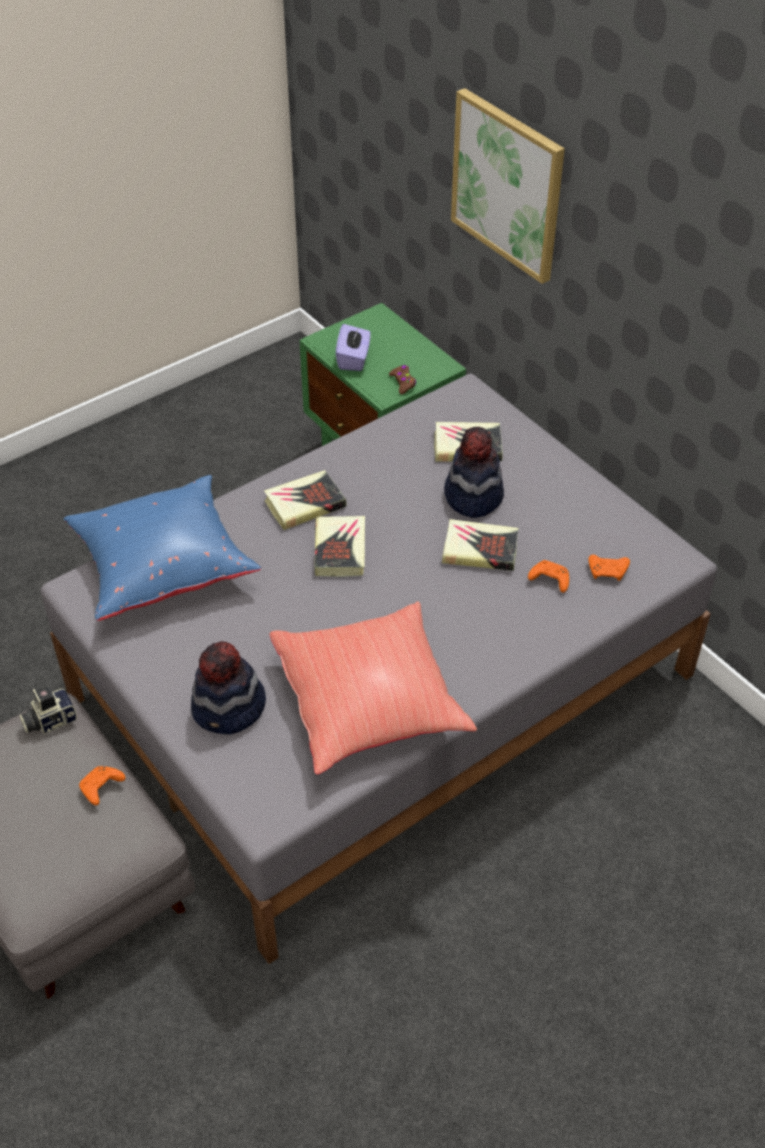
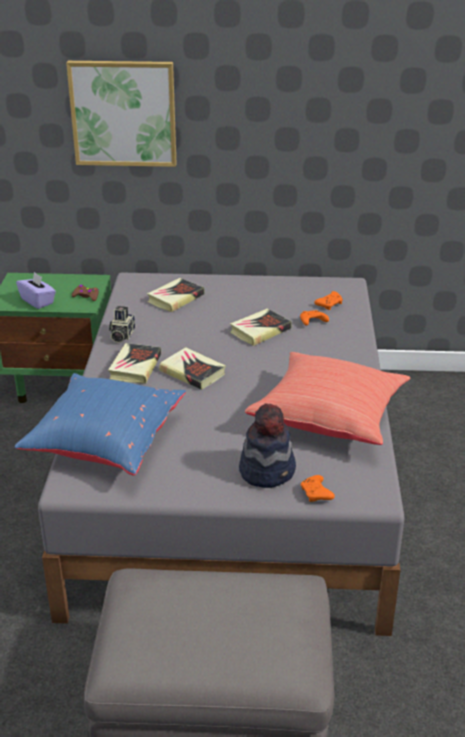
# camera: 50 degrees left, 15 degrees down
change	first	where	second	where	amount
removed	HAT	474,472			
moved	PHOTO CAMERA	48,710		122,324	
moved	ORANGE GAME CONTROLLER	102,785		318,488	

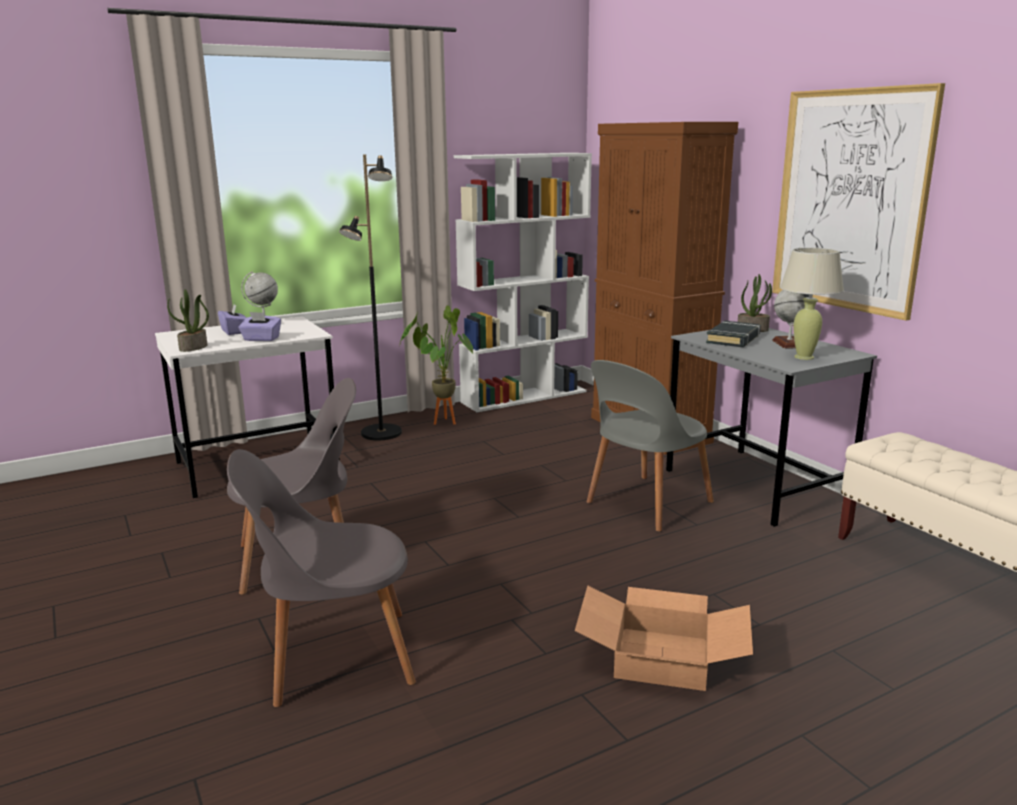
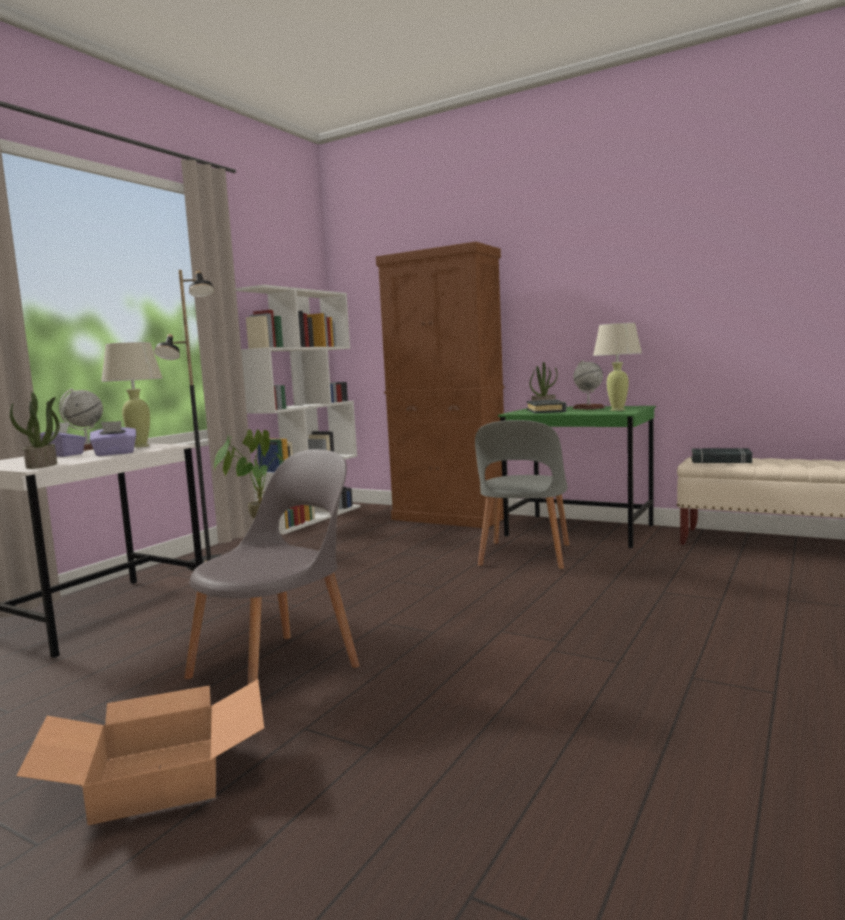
# camera: 30 degrees left, 10 degrees down
change	first	where	second	where	amount
removed	PICTURE	858,201			
recoloured	GREY DESK	771,427	GREEN DESK	577,477	
removed	GREY CHAIR	321,578			
moved	CARDBOARD BOX	664,638		140,752	
added			BEIGE TABLE LAMP	131,395	
added			BLACK BOOK	721,456	

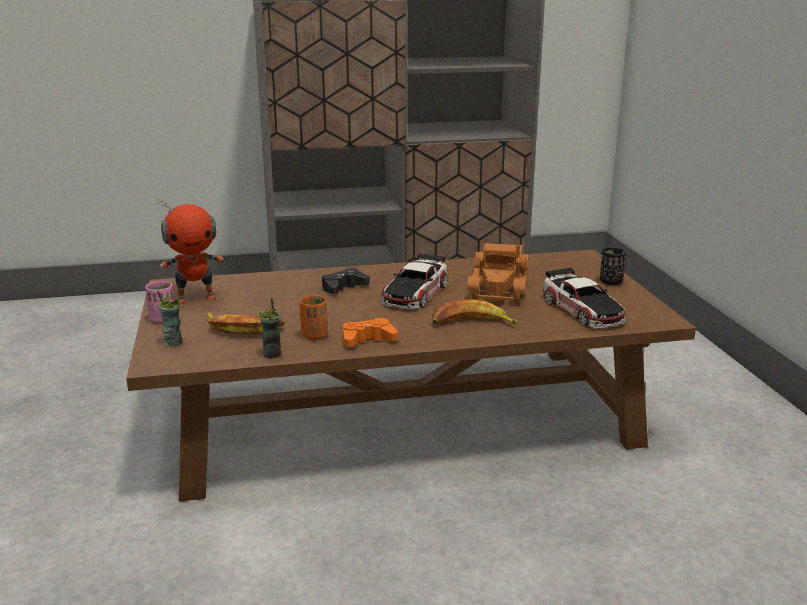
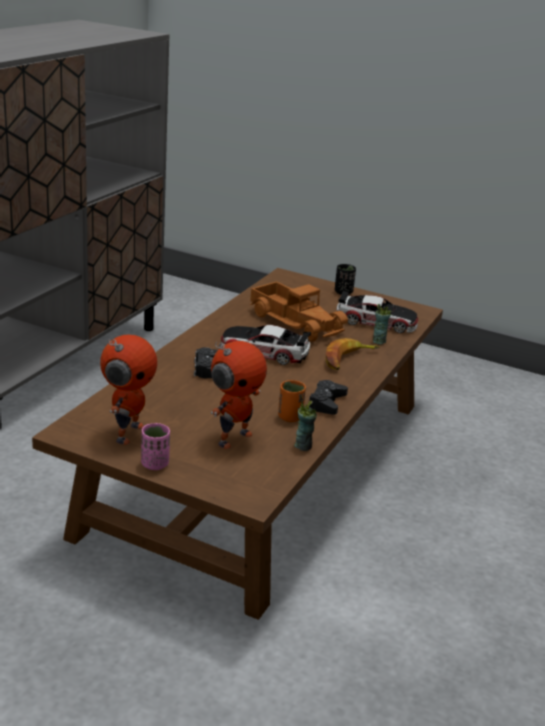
# camera: 55 degrees left, 5 degrees up
change	first	where	second	where	amount
turned	TOY CAR	414,281		265,345	135 degrees clockwise
moved	CUP	169,319		382,324	
replaced	BANANA	246,323	TOY ROBOT	239,395	
recoloured	ORANGE GAME CONTROLLER	370,332	BLACK GAME CONTROLLER	328,397	

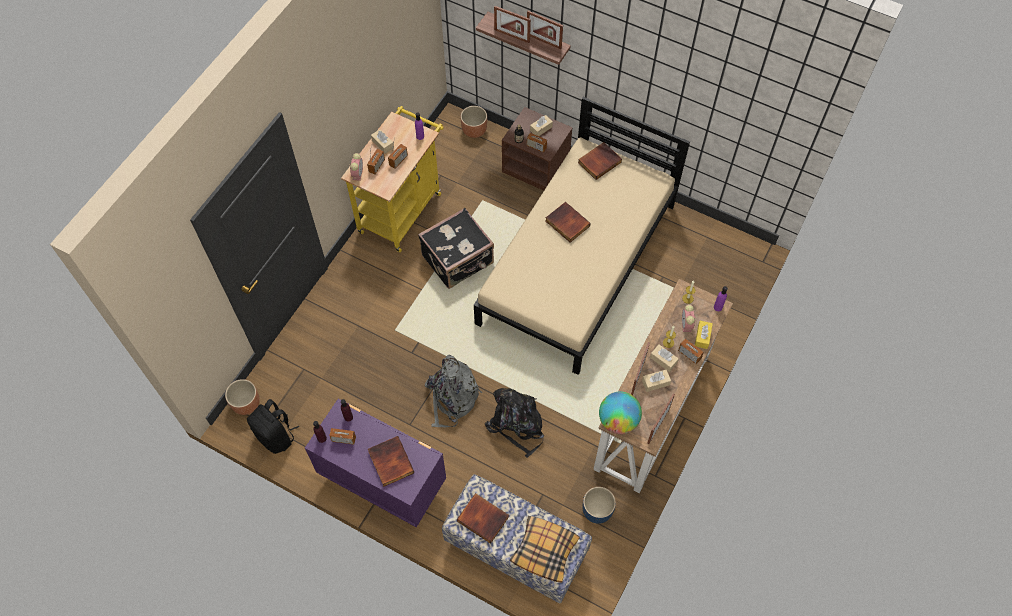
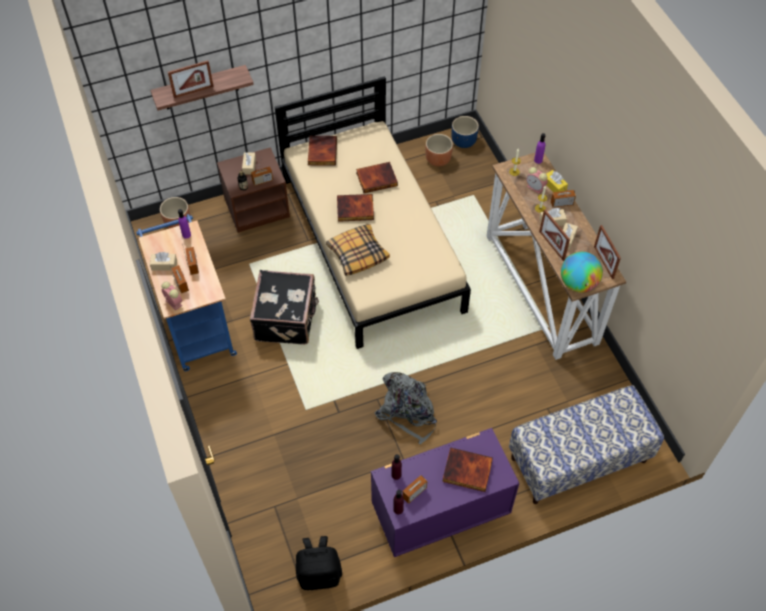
# camera: 50 degrees left, 5 degrees down
change	first	where	second	where	amount
removed	PICTURE FRAME	545,30			
recoloured	YELLOW CART	392,179	BLUE CART	186,292	
moved	BROWN PLANTER	242,397		439,150	
removed	BLACK BACKPACK	514,423			
moved	BLUE PLANTER	599,505		465,132	
moved	BOOK	483,518		377,177	
moved	PILLOW	545,549		358,250	

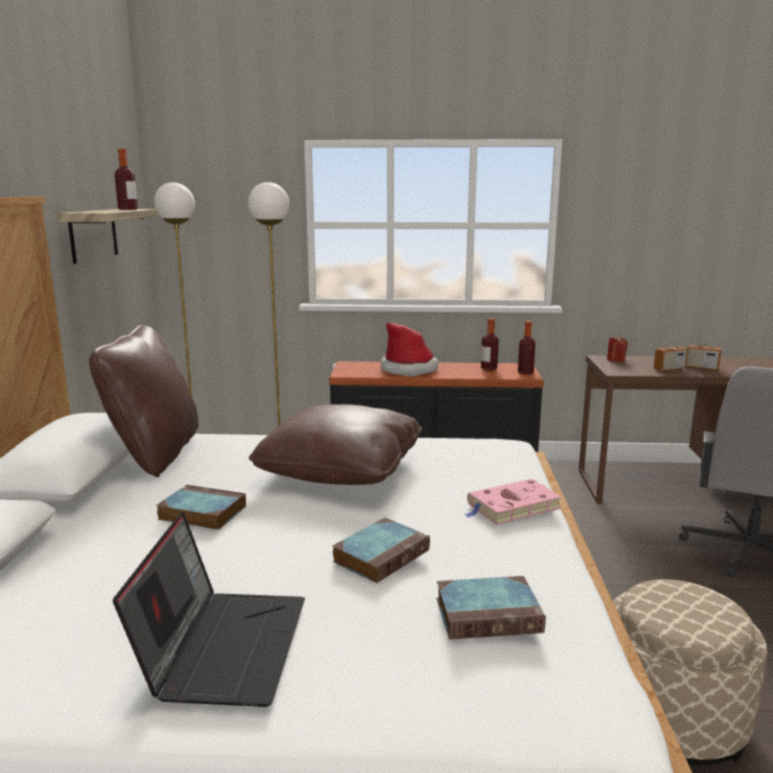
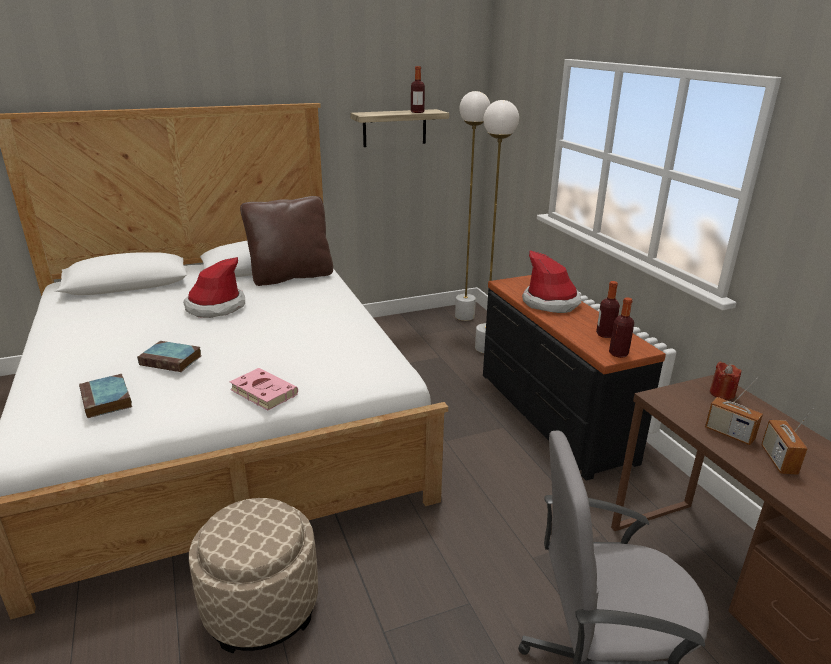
# camera: 65 degrees right, 10 degrees up
change	first	where	second	where	amount
removed	BROWN PILLOW	335,444			
replaced	BOOK	201,507	HAT	214,287	
removed	LAPTOP	209,609			

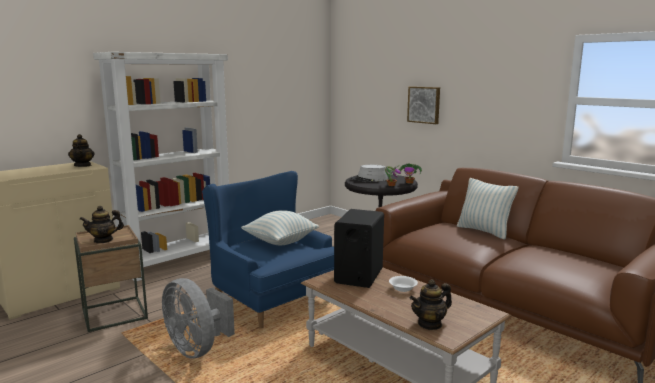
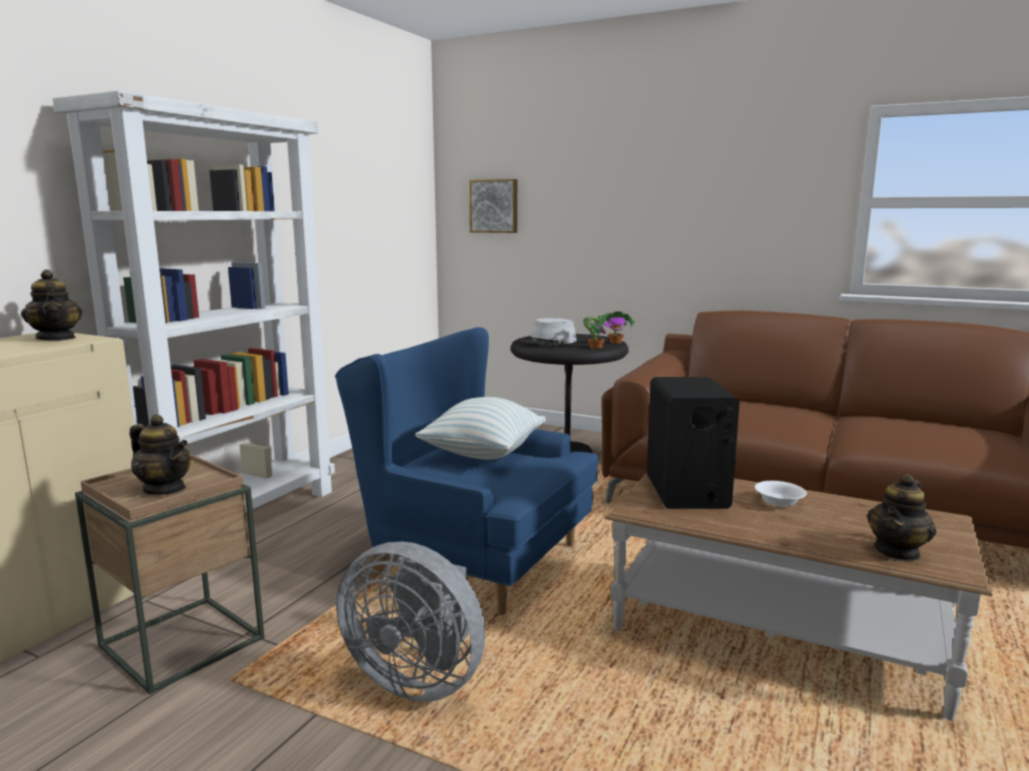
# camera: 20 degrees left, 0 degrees up
change	first	where	second	where	amount
moved	PICTURE	423,105		493,206	
removed	PILLOW	487,208			
turned	TEAPOT	102,224		160,455	105 degrees counterclockwise

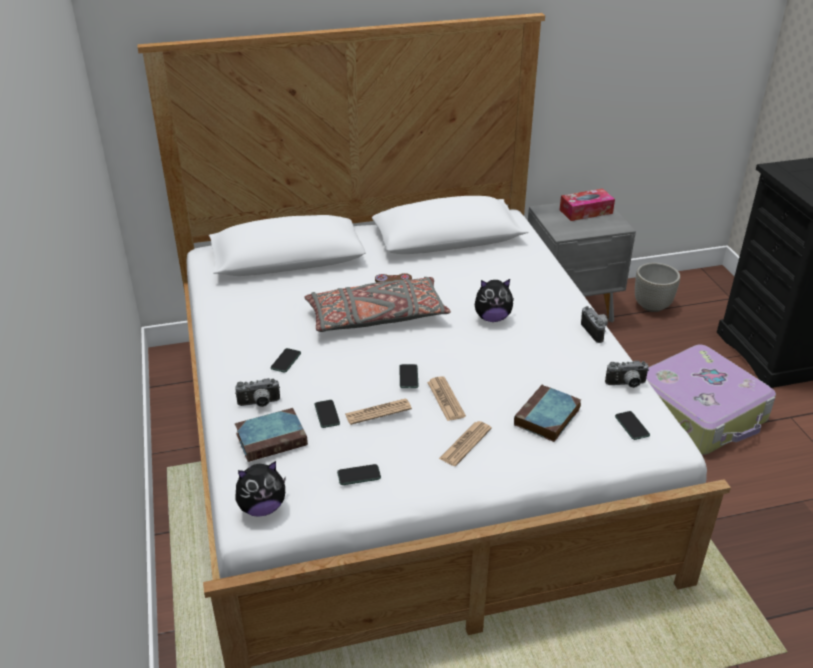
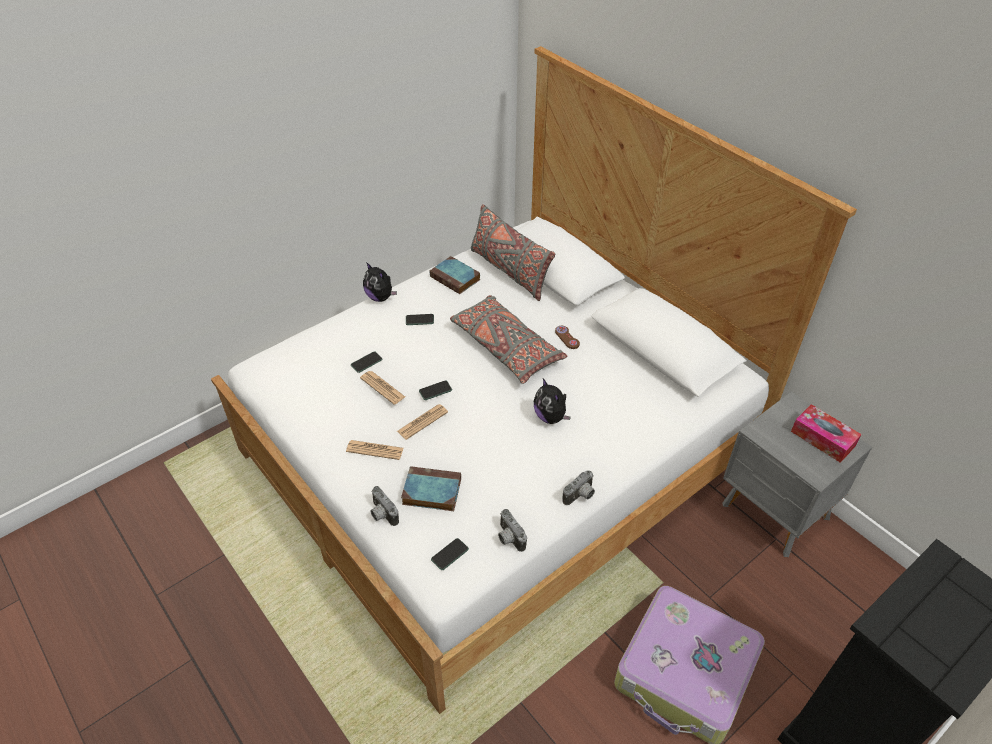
# camera: 65 degrees right, 10 degrees up
change	first	where	second	where	amount
removed	GREY PLANTER	657,287			
moved	PHOTO CAMERA	257,392		385,506	
moved	BOOK	271,435		454,275	
moved	PLUSH TOY	260,489		380,282	
removed	PHONE	359,474			
added			GREY PILLOW	513,252	

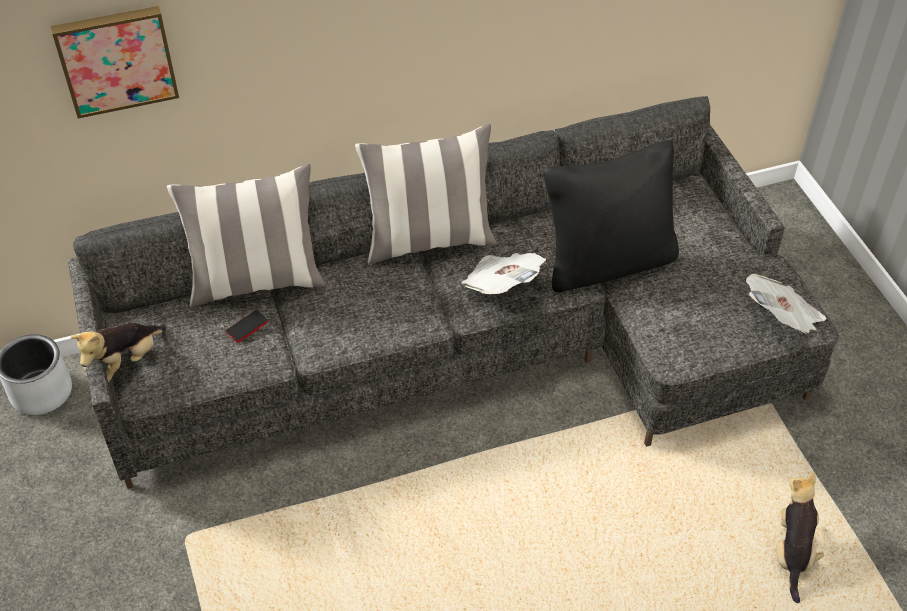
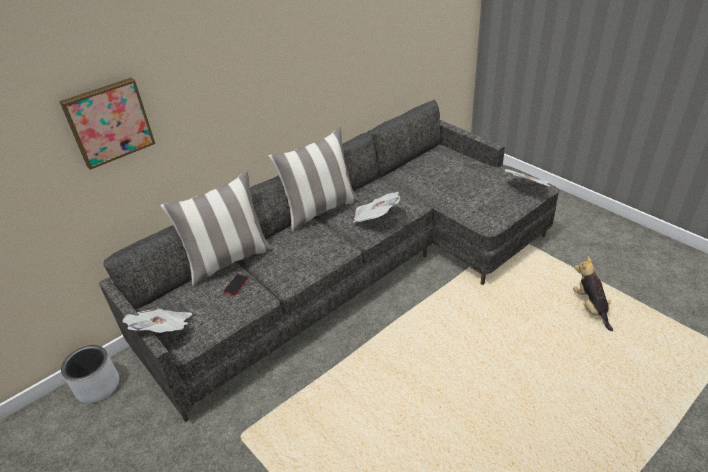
# camera: 20 degrees left, 10 degrees down
change	first	where	second	where	amount
removed	BLACK PILLOW	611,216			
replaced	PLUSH TOY	118,352	NEWSPAPER	157,320	

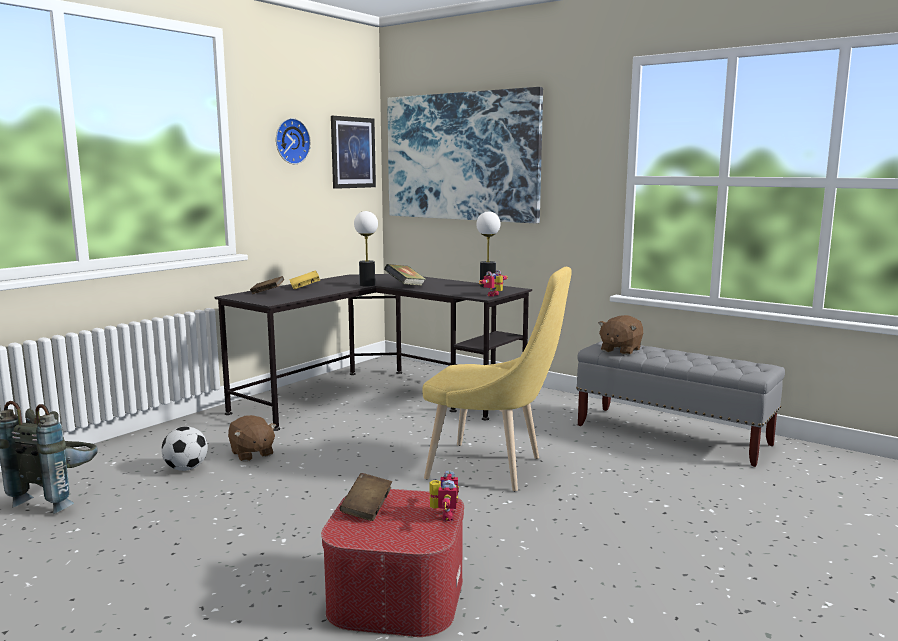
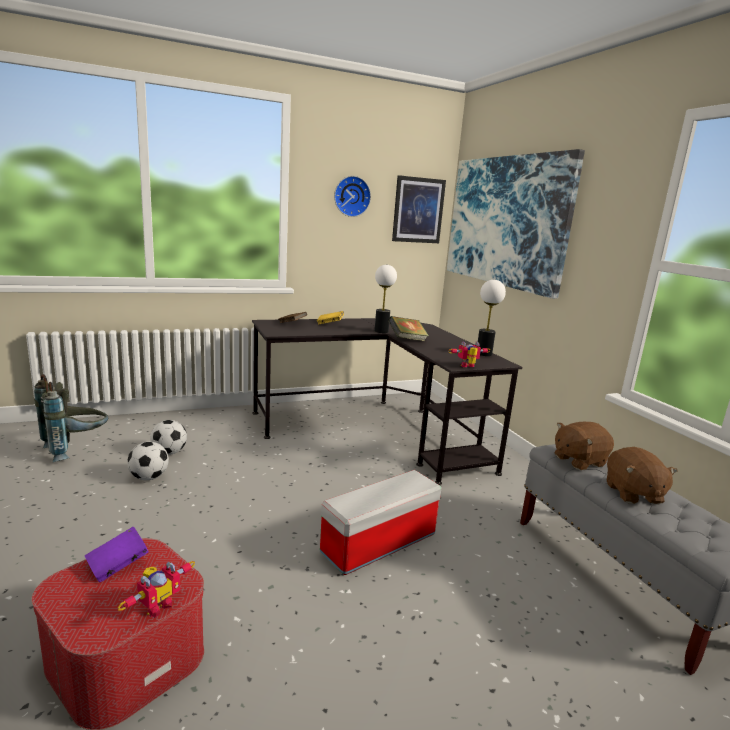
# camera: 30 degrees right, 5 degrees up
change	first	where	second	where	amount
replaced	YELLOW CHAIR	497,379	STORAGE BOX	380,522	
moved	BROWN PLUSH TOY	252,438		642,476	
recoloured	BROWN BOOK	365,497	PURPLE BOOK	117,554	
added			FOOTBALL	148,461	

